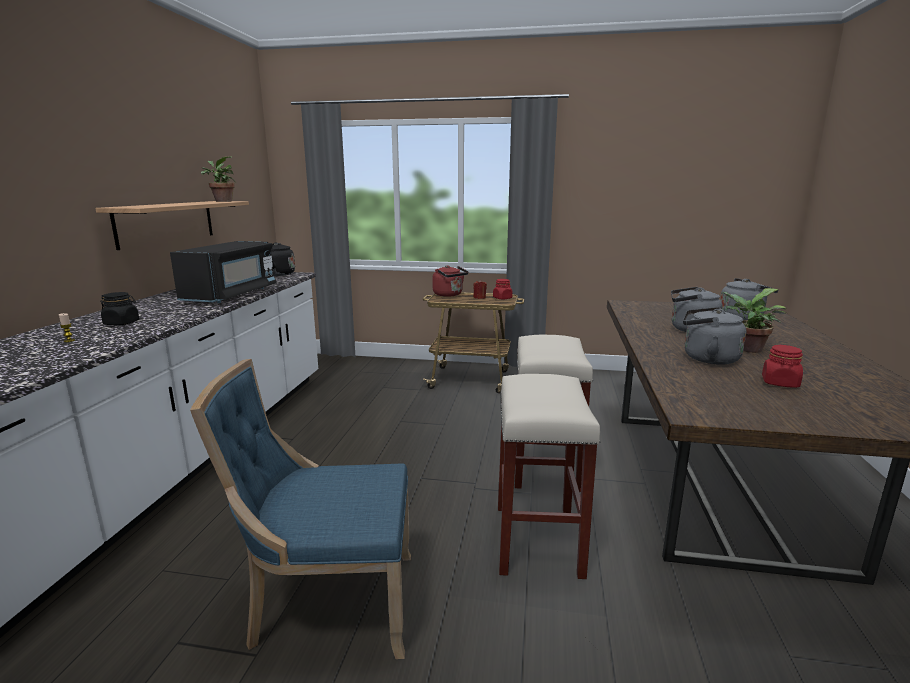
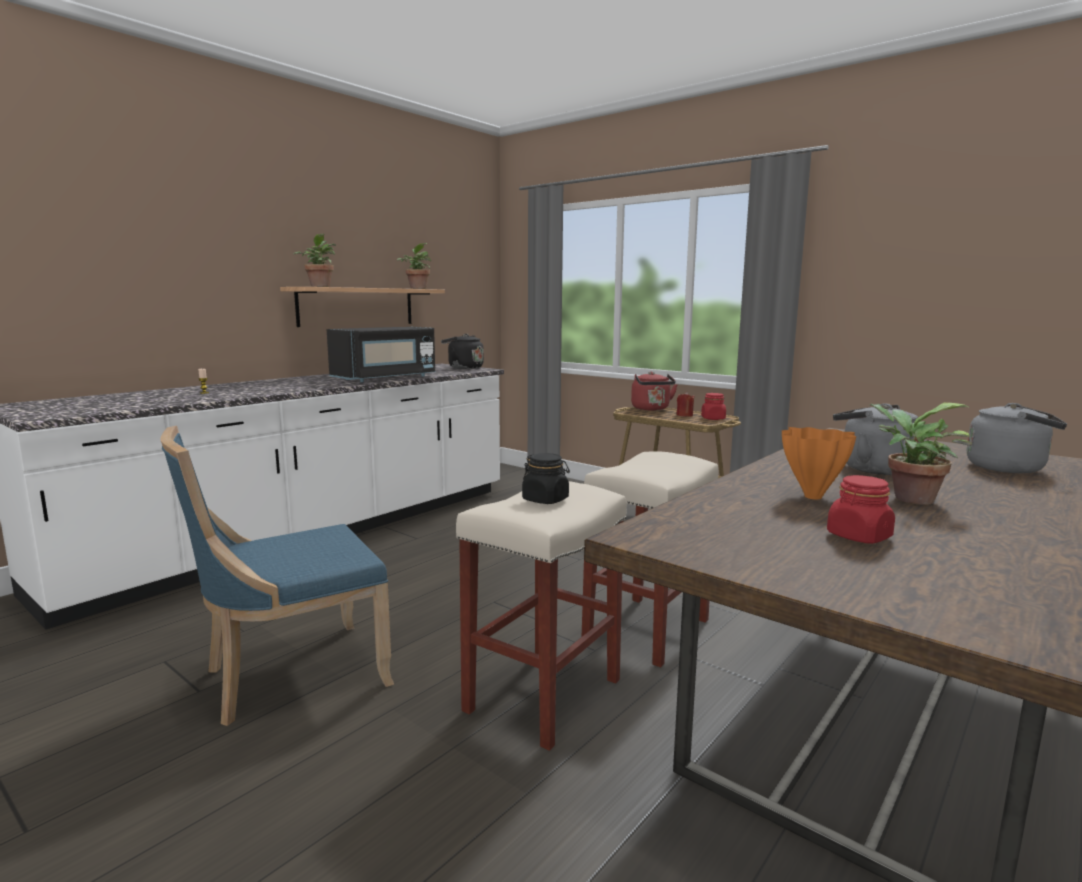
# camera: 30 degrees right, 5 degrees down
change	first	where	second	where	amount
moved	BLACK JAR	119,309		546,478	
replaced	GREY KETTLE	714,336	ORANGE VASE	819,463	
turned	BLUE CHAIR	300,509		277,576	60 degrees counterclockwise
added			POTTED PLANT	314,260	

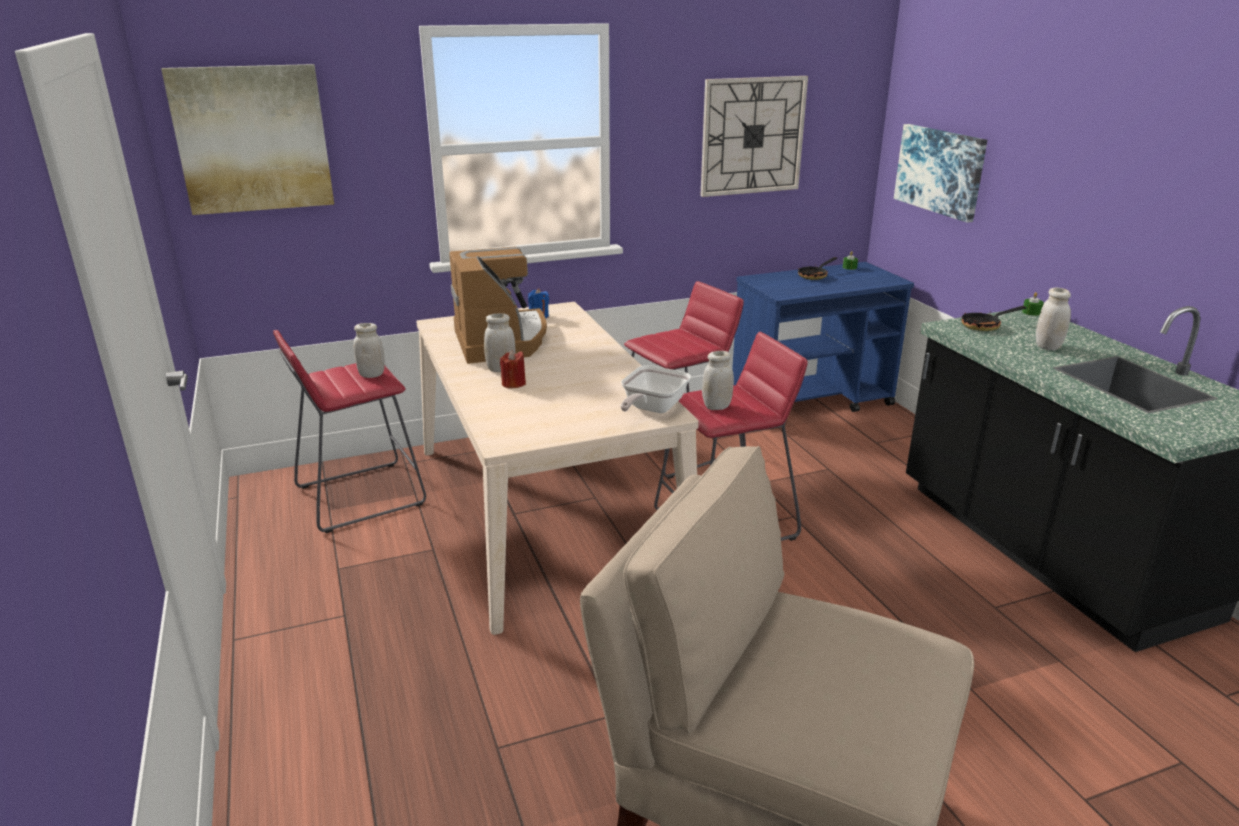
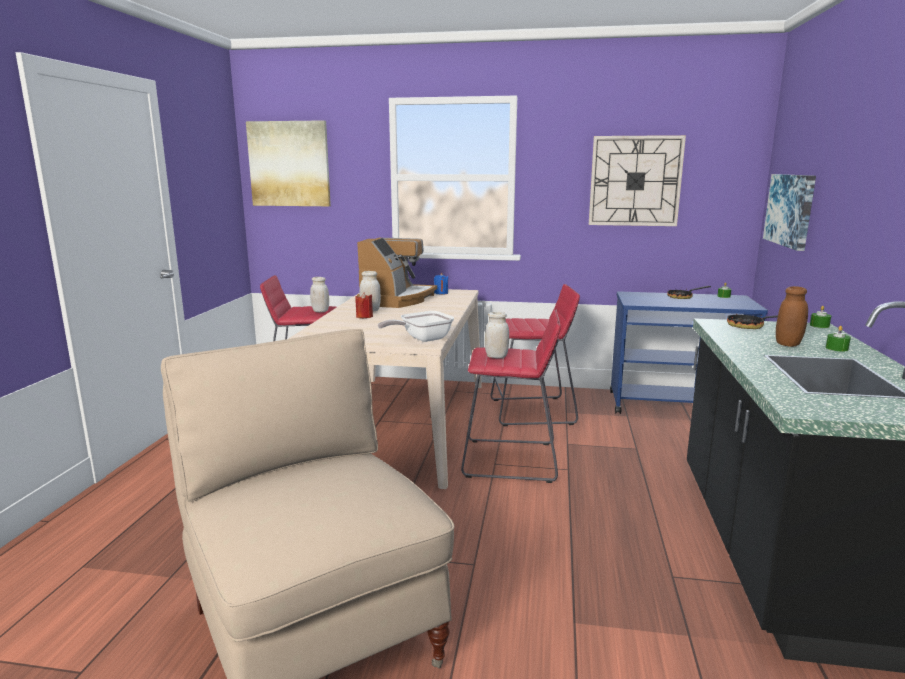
# camera: 30 degrees right, 10 degrees down
change	first	where	second	where	amount
recoloured	WHITE JAR	1053,319	BROWN JAR	792,316	
added			GREEN CANDLE	838,339	

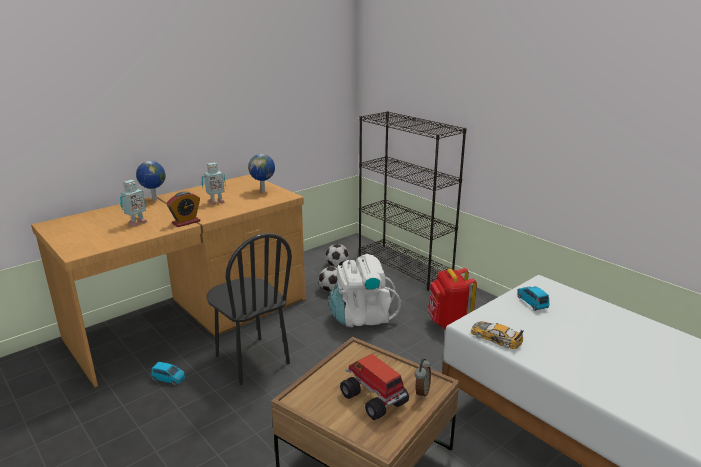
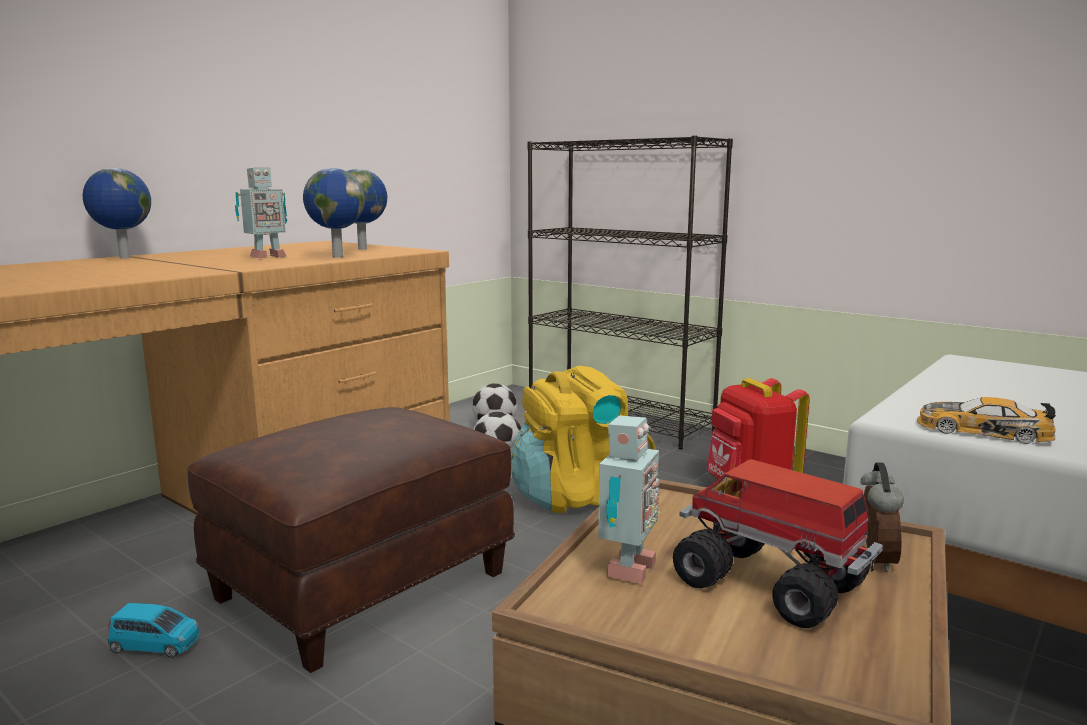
# camera: 10 degrees left, 10 degrees down
change	first	where	second	where	amount
moved	TOY ROBOT	133,203		629,500	
removed	ALARM CLOCK	184,209			
replaced	BLACK CHAIR	249,309	BROWN OTTOMAN	351,540	
recoloured	WHITE BACKPACK	365,290	YELLOW BACKPACK	583,439	
removed	BLUE TOY CAR	533,298			
added			GLOBE	334,212	

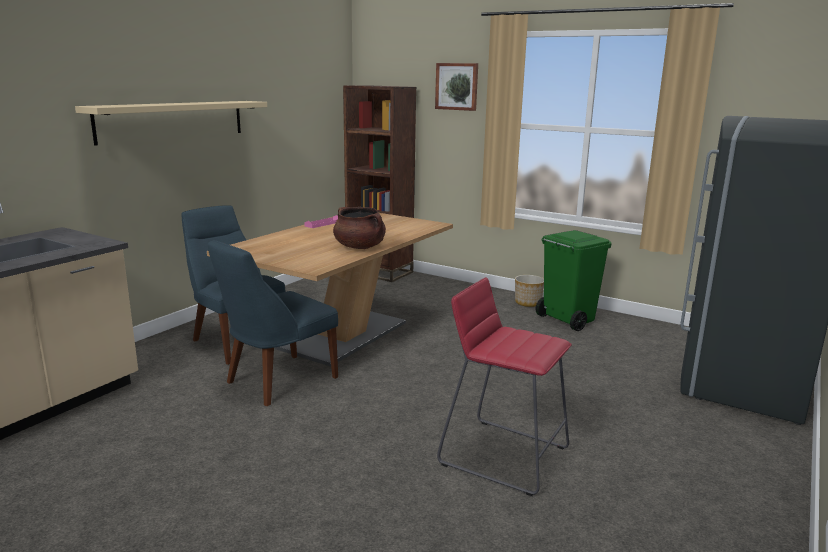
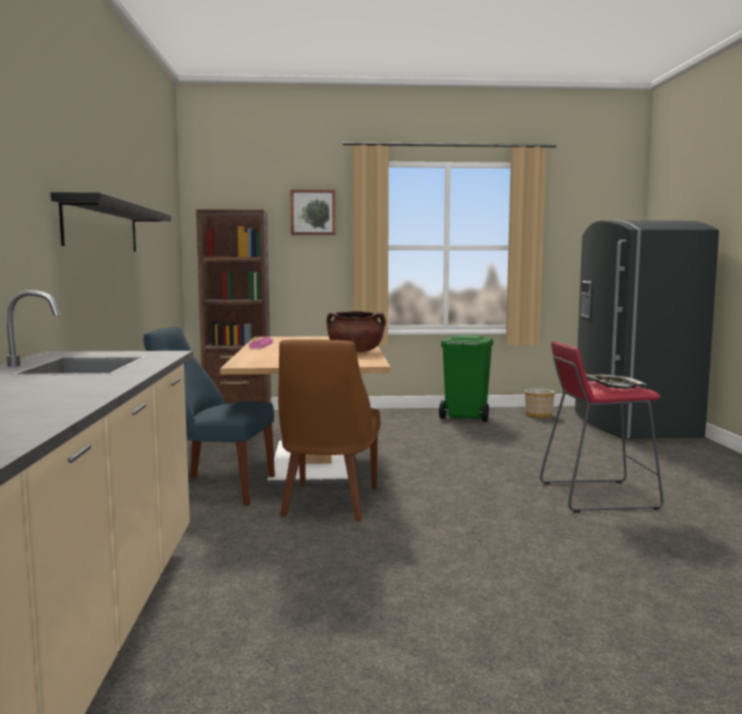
# camera: 35 degrees left, 10 degrees down
change	first	where	second	where	amount
recoloured	BEIGE SHELF	171,123	BLACK SHELF	111,222	
recoloured	BLUE CHAIR	273,323	BROWN CHAIR	329,430	
moved	PLANTER	529,291		540,403	
added			TRAY	616,381	

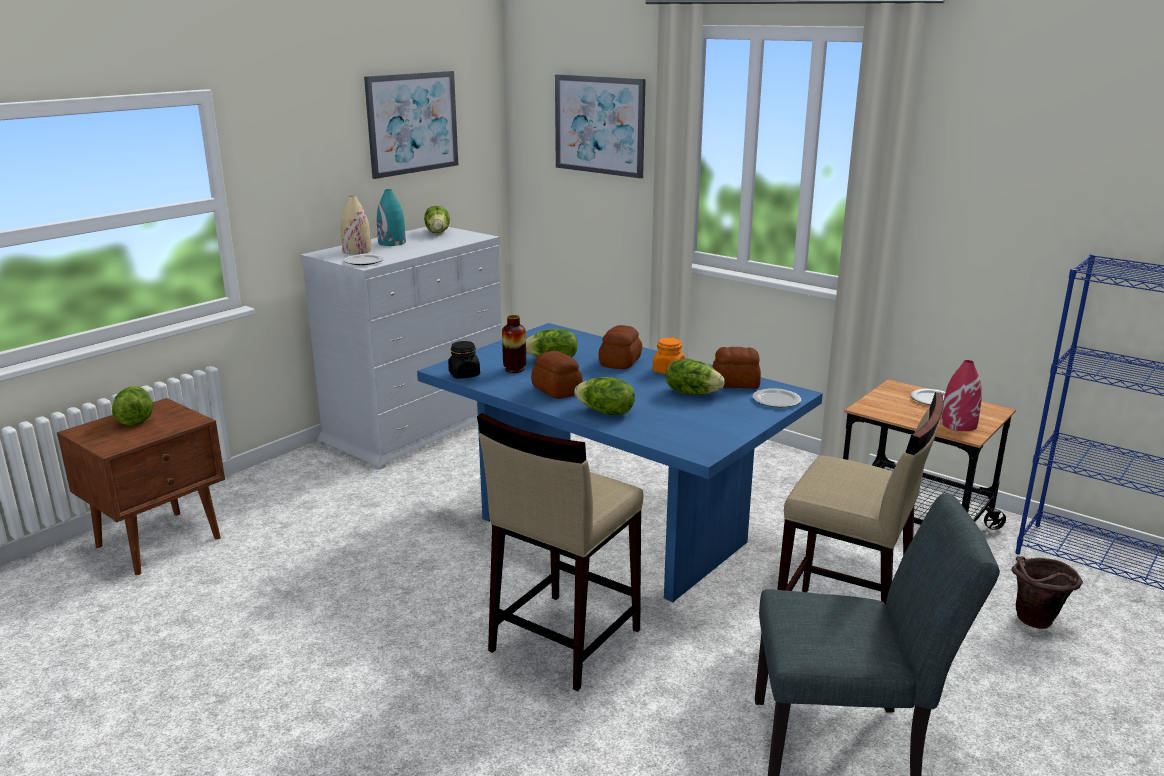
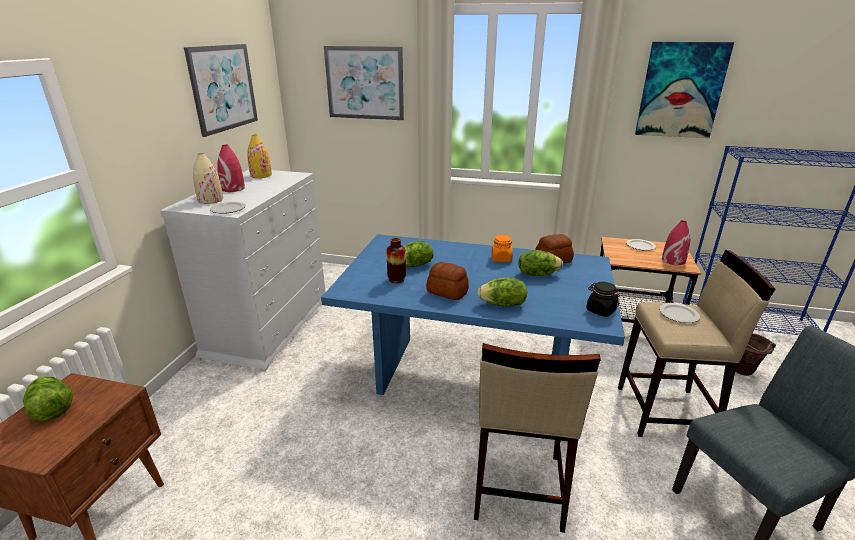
# camera: 25 degrees left, 5 degrees up
change	first	where	second	where	amount
recoloured	TURQUOISE VASE	391,217	RED VASE	231,168	
replaced	LETTUCE	437,219	YELLOW VASE	259,156	
removed	BREAD	620,347			
moved	BLACK JAR	464,360		603,299	
moved	PLATE	777,397		679,313	
added			PICTURE	684,90	

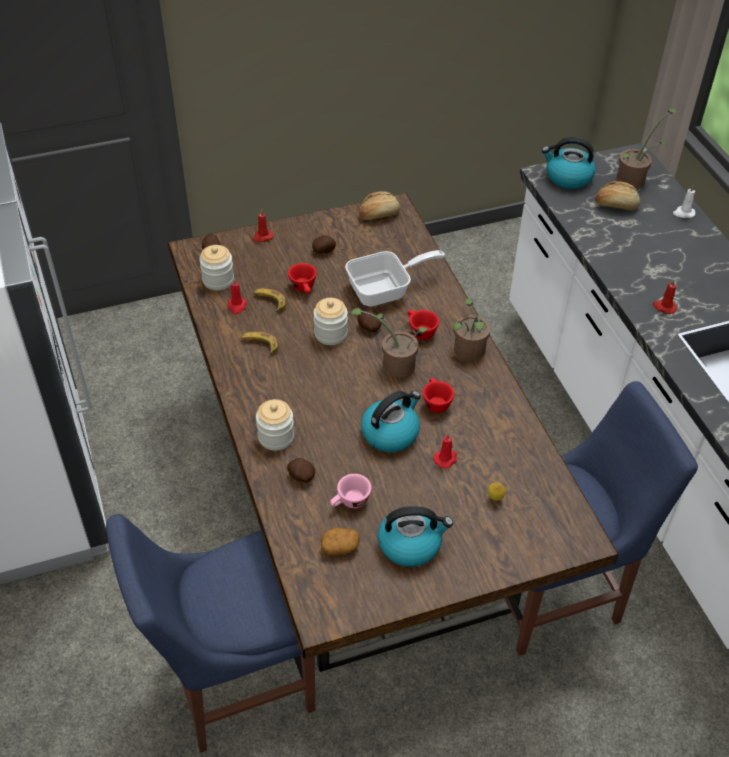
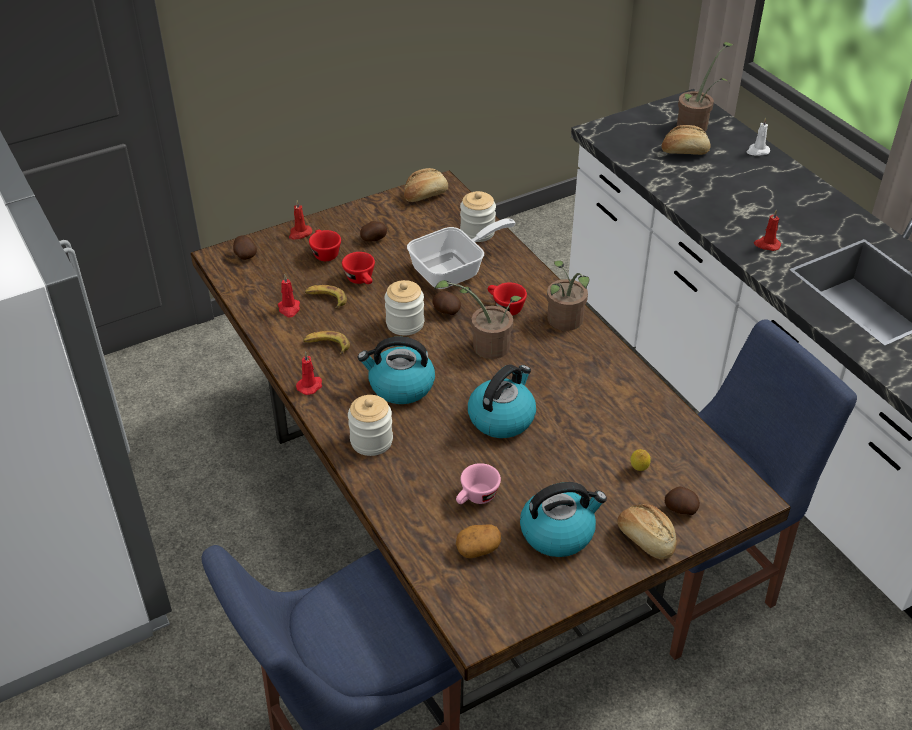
# camera: 10 degrees left, 5 degrees down
change	first	where	second	where	amount
moved	KETTLE	569,163		396,370	
moved	JAR	216,267		478,216	
moved	RED CUP	438,395		325,245	
moved	RED CANDLE	445,450		309,373	
moved	POTATO	301,470		682,501	
added			BREAD	647,531	

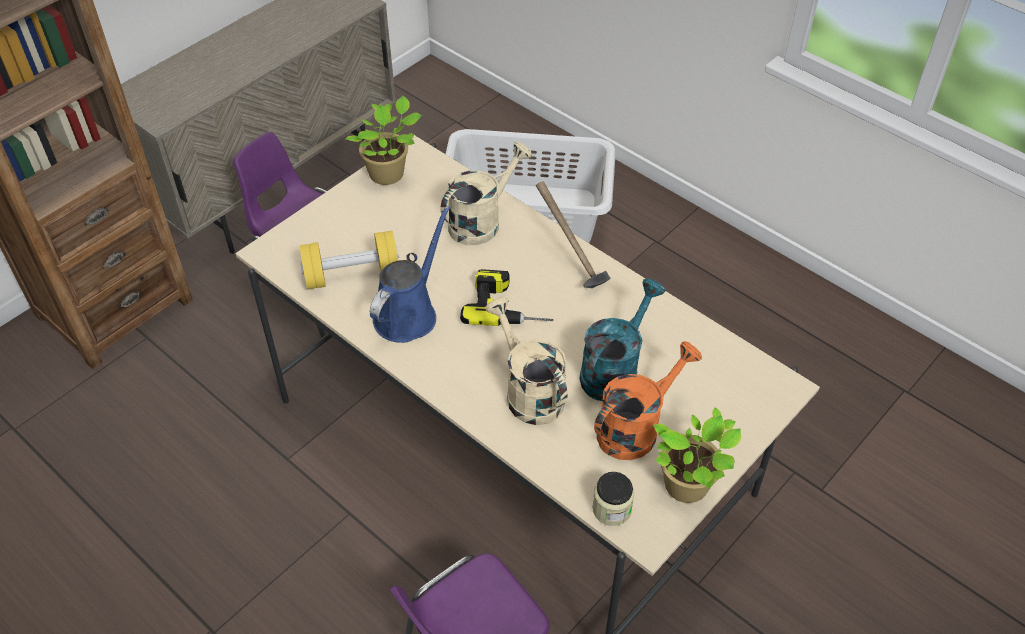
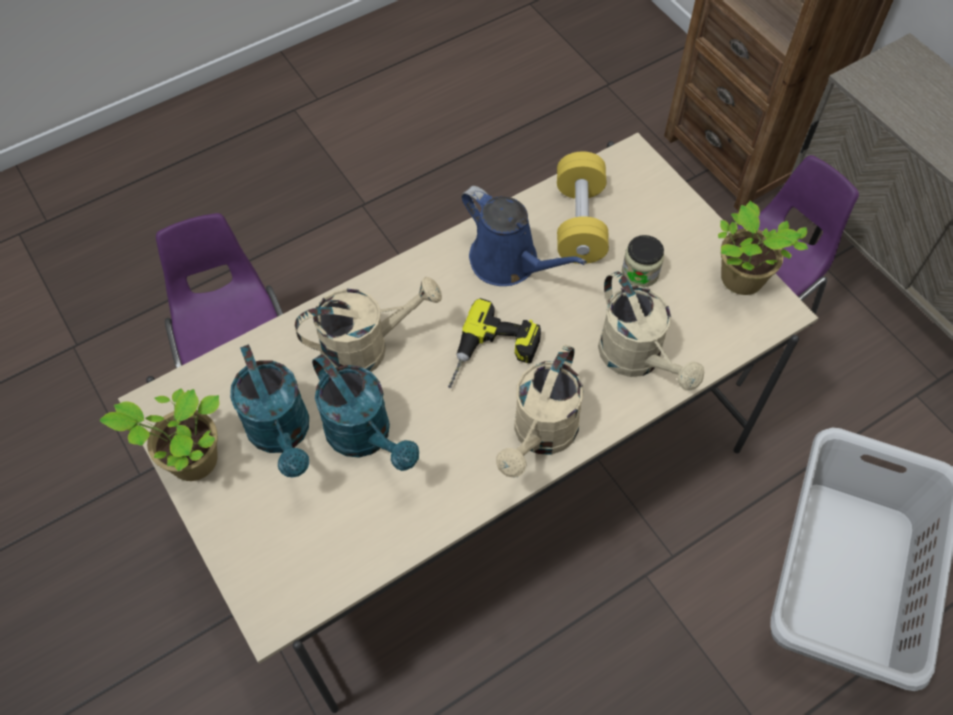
# camera: 105 degrees right, 10 degrees up
change	first	where	second	where	amount
replaced	HAMMER	573,234	BEIGE WATERING CAN	539,411	
recoloured	ORANGE WATERING CAN	648,400	TURQUOISE WATERING CAN	269,410	
moved	JAR	613,499		643,261	

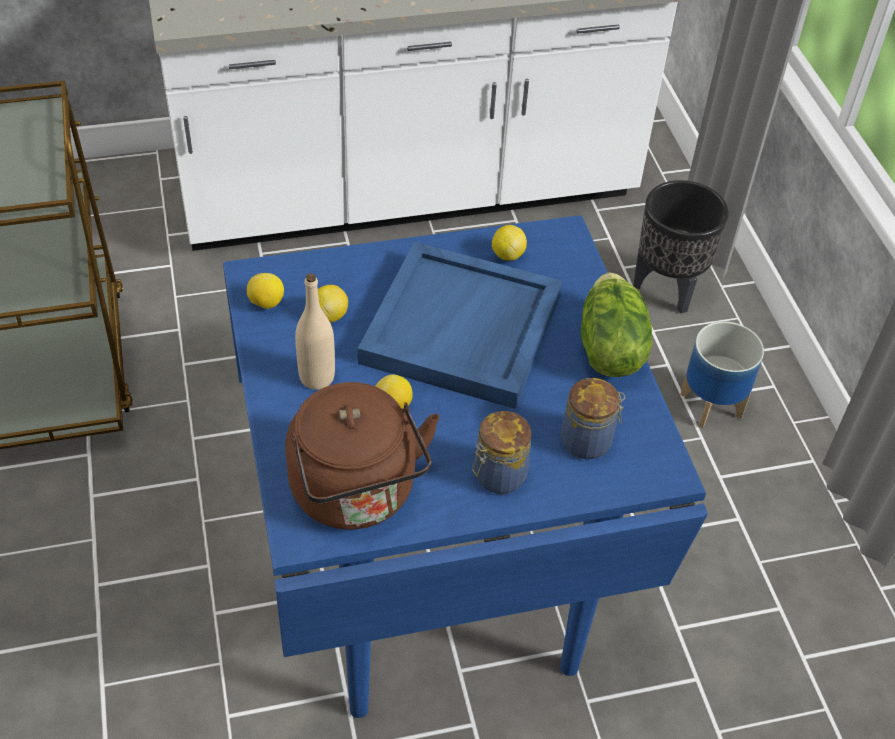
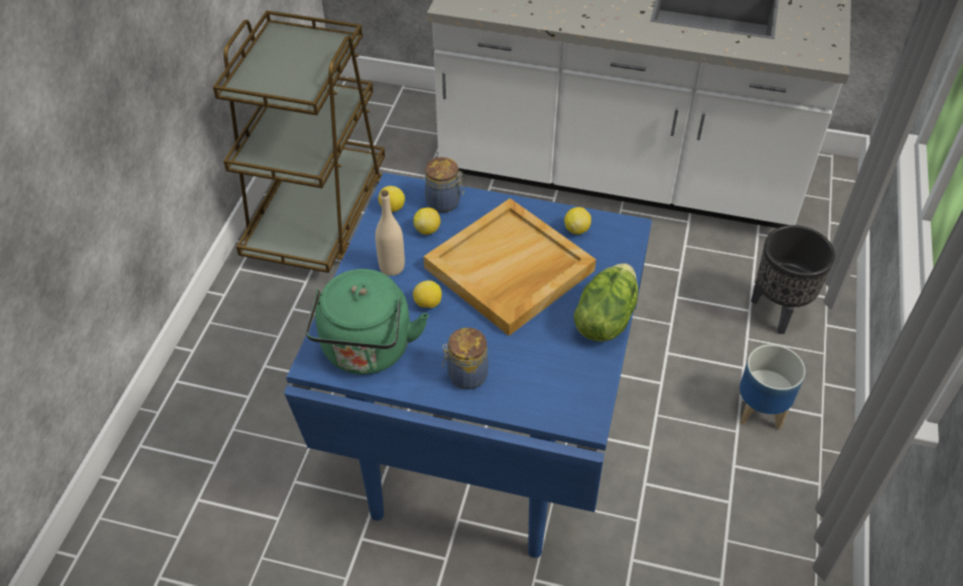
# camera: 30 degrees right, 0 degrees up
change	first	where	second	where	amount
recoloured	BLUE TRAY	460,325	BEIGE TRAY	510,267	
moved	JAR	593,418		444,185	
recoloured	BROWN KETTLE	362,456	GREEN KETTLE	367,321	

